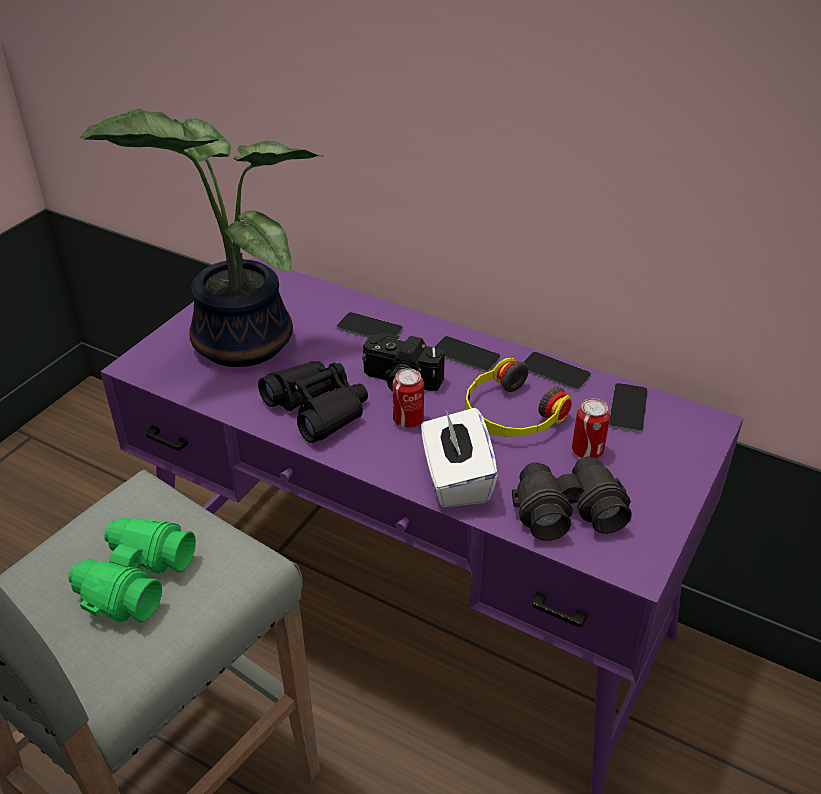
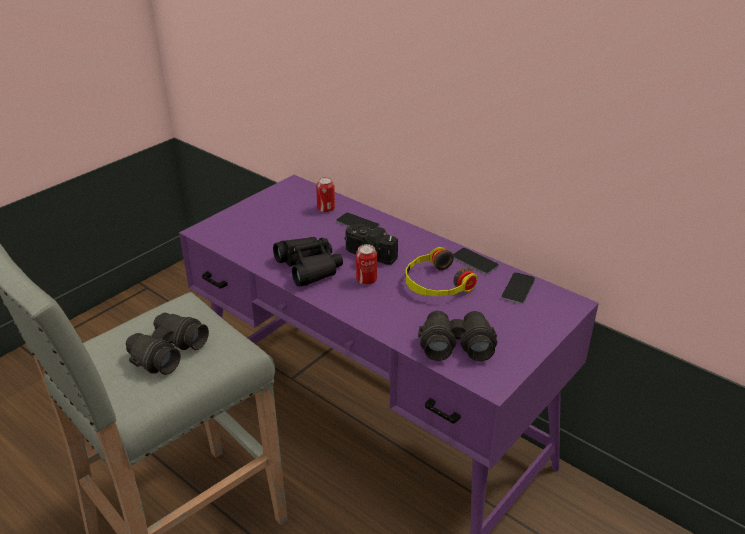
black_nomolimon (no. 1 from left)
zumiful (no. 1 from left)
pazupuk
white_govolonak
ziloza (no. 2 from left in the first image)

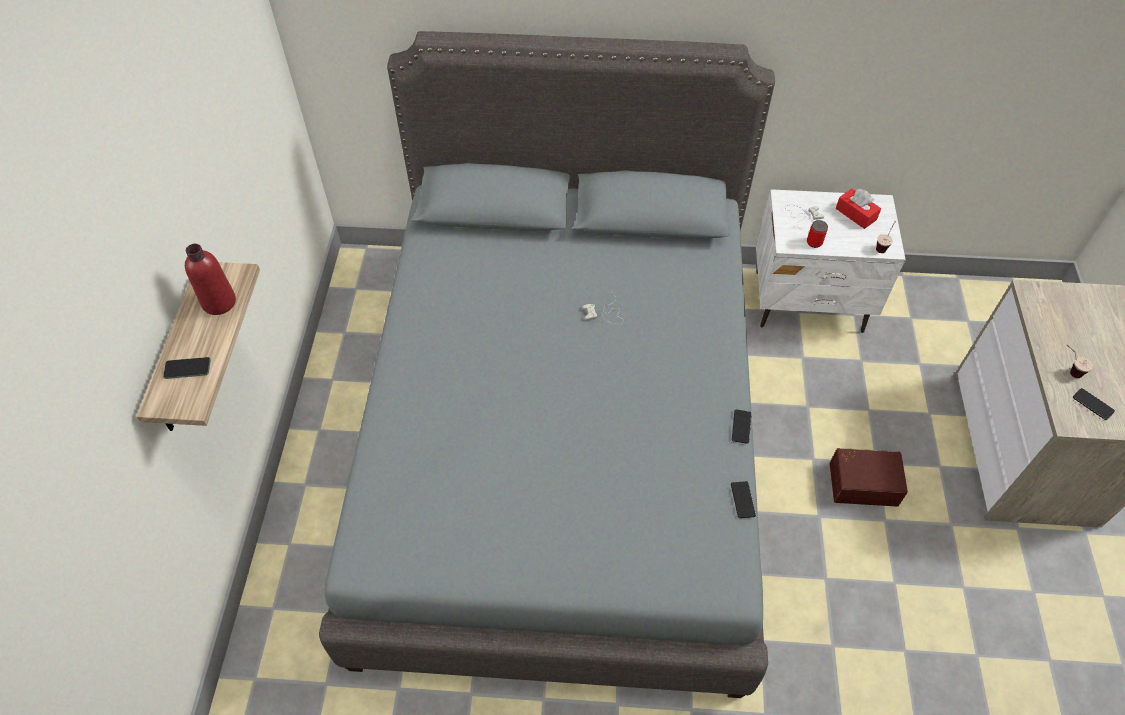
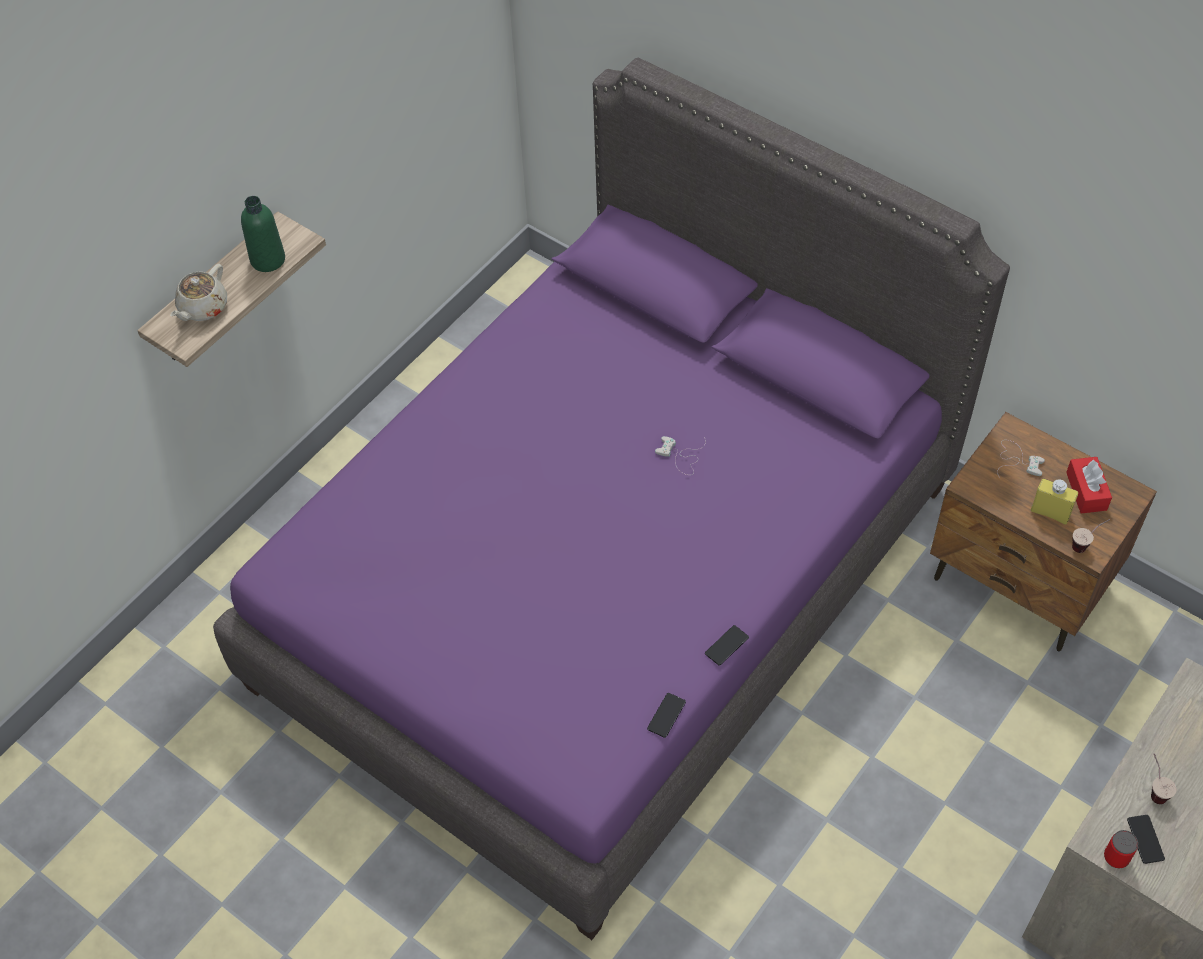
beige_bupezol
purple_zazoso
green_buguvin
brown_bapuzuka
yellow_buguvin
zumiful
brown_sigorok

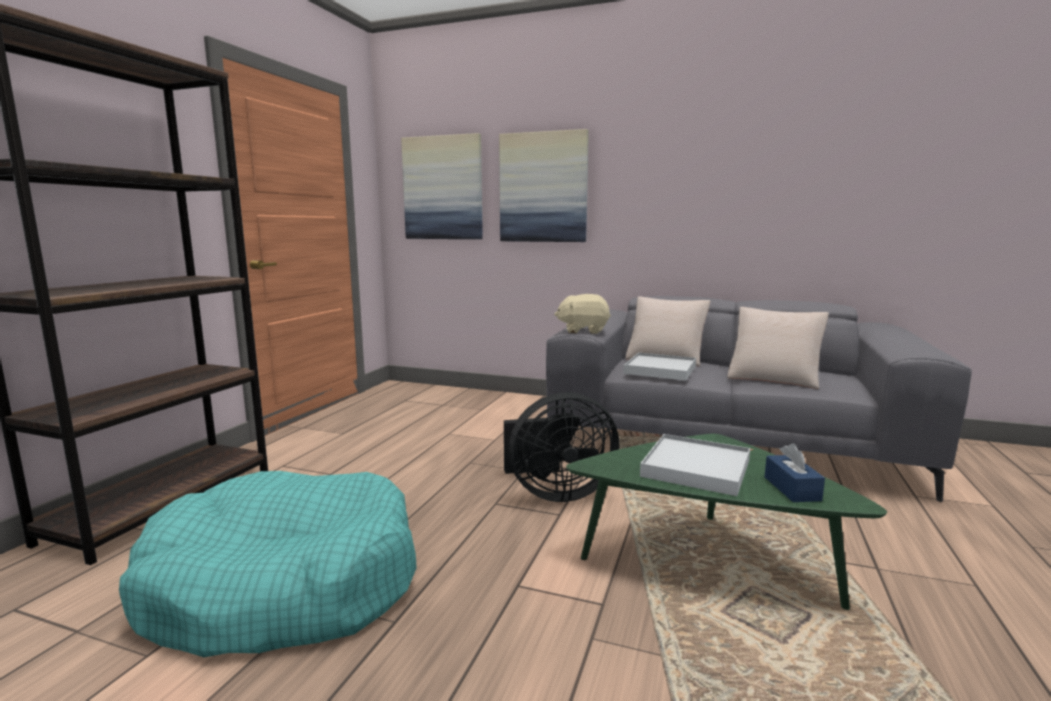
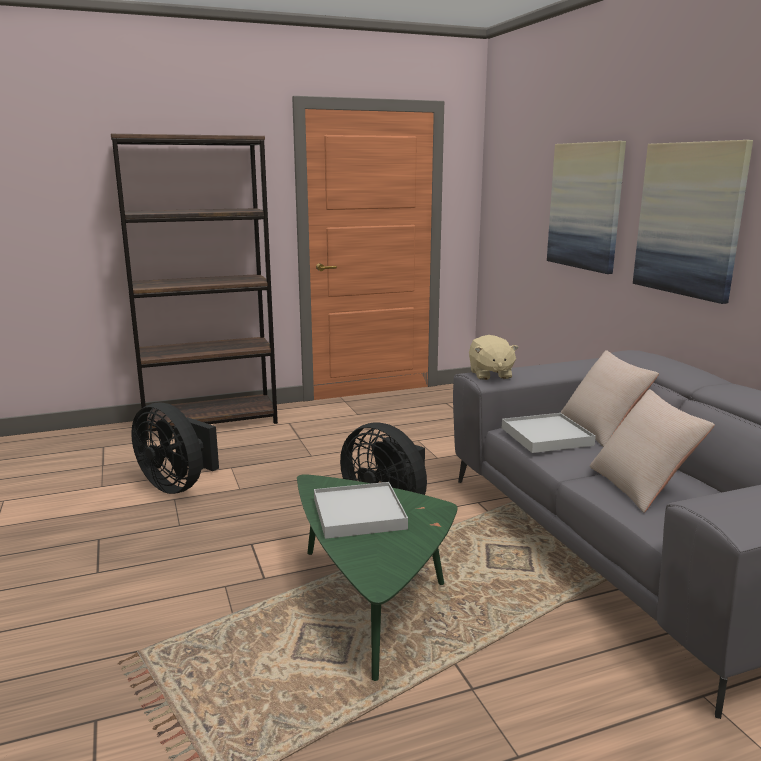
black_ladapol (no. 1 from left)
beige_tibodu
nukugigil (no. 2 from left)
blue_govolonak

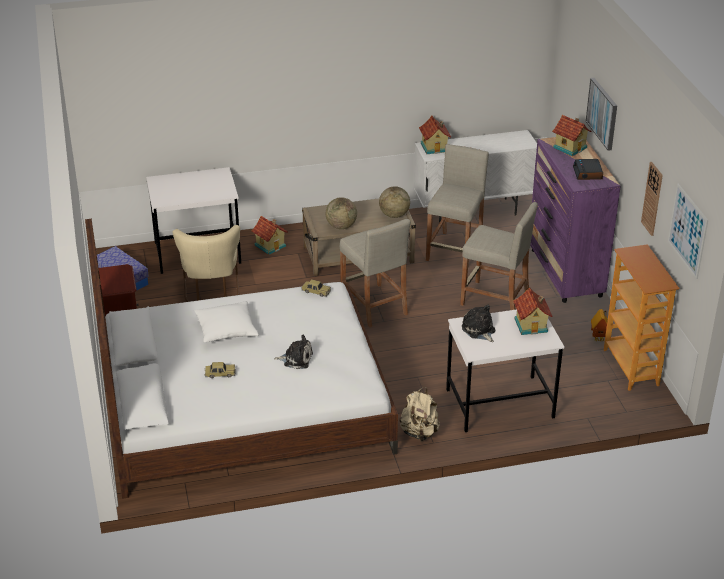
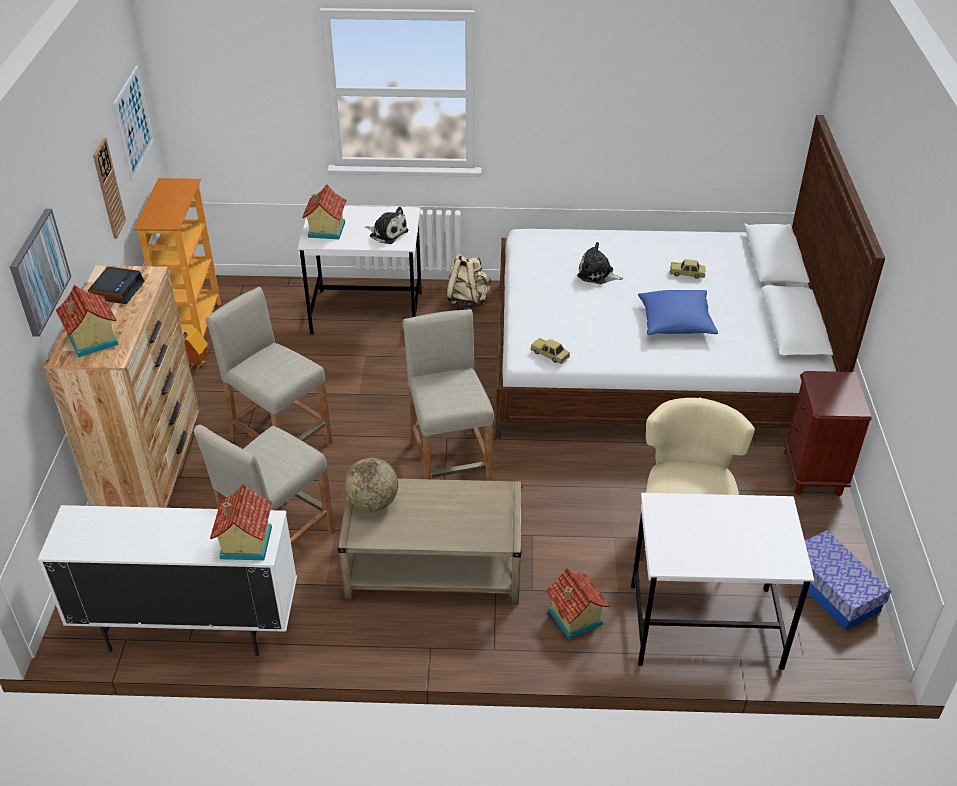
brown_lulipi
tibodu (no. 1 from left)
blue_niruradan
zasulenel (no. 1 from left in the first image)

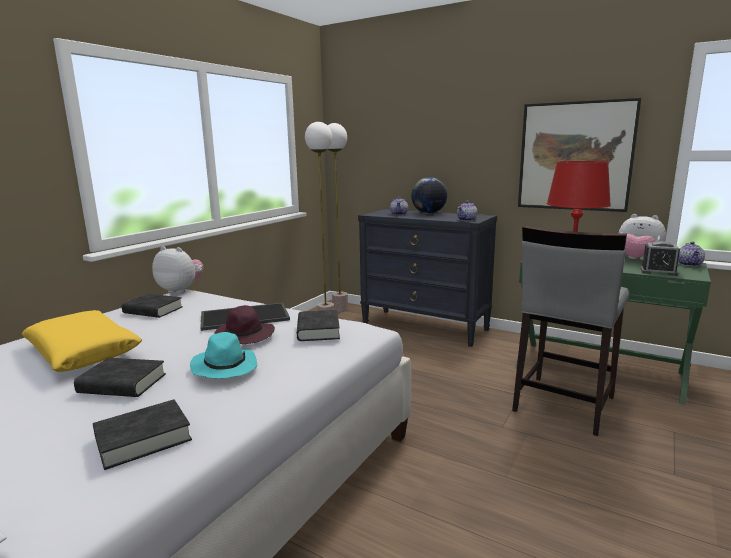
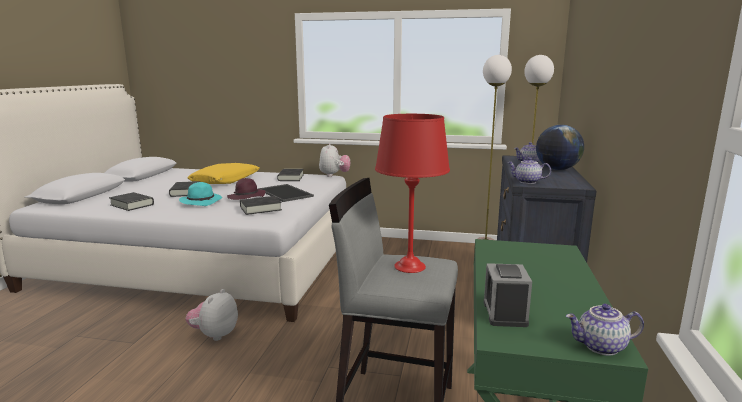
tibodu (no. 1 from left)
nukugigil

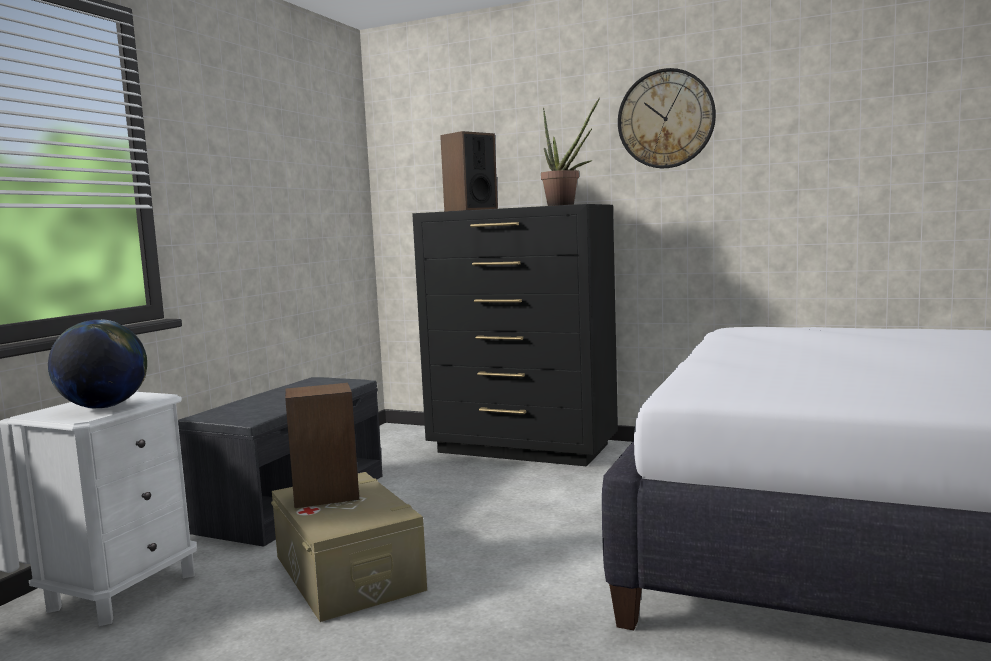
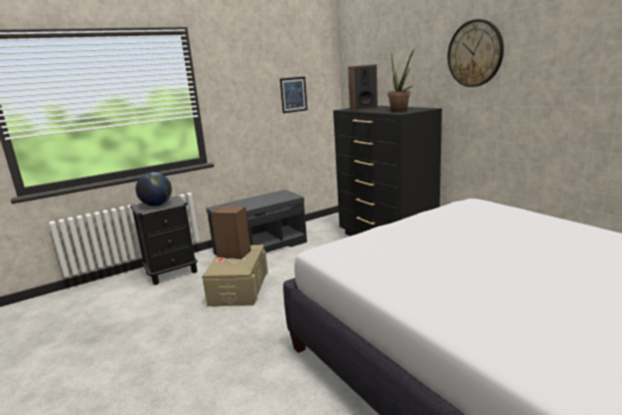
black_bapuzuka
nukugigil

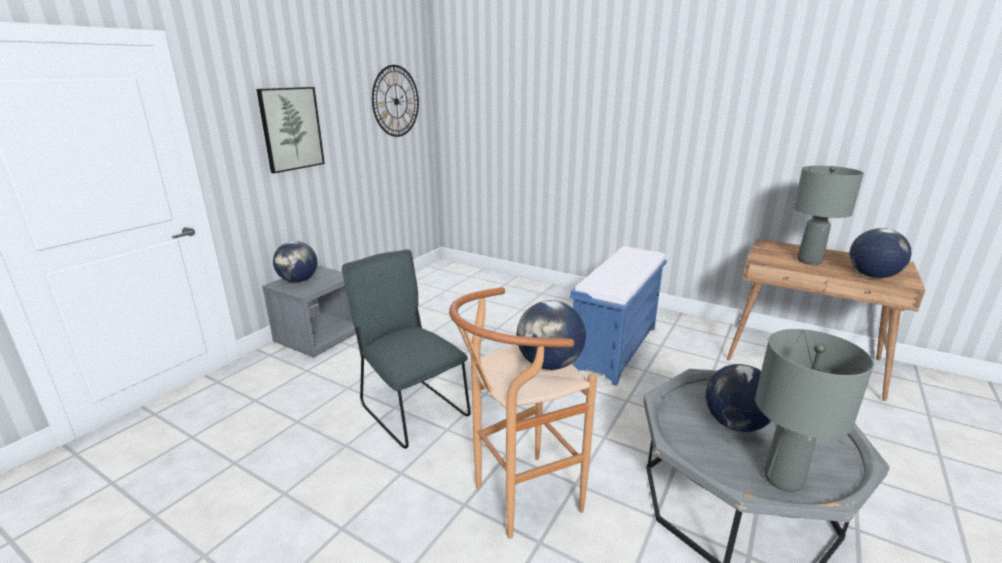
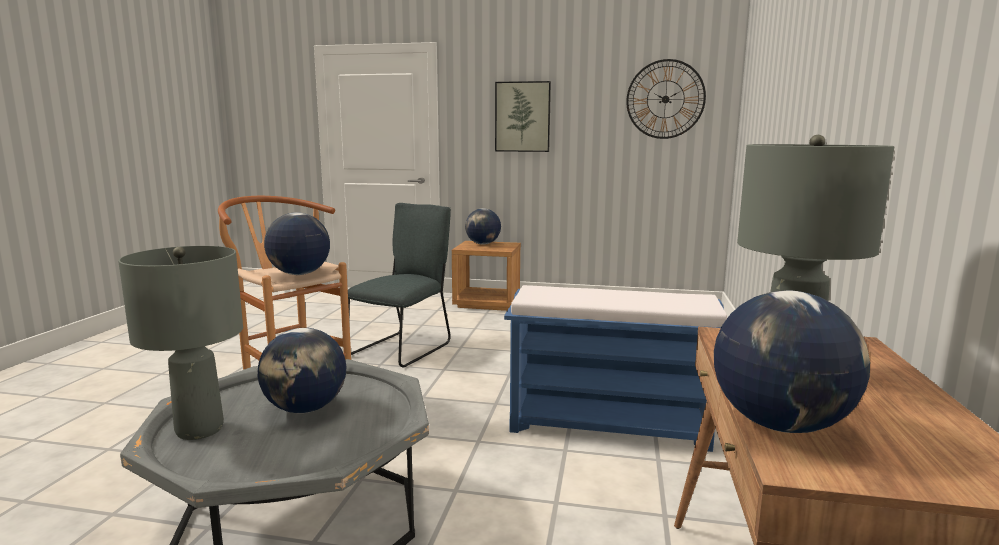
brown_bapuzuka

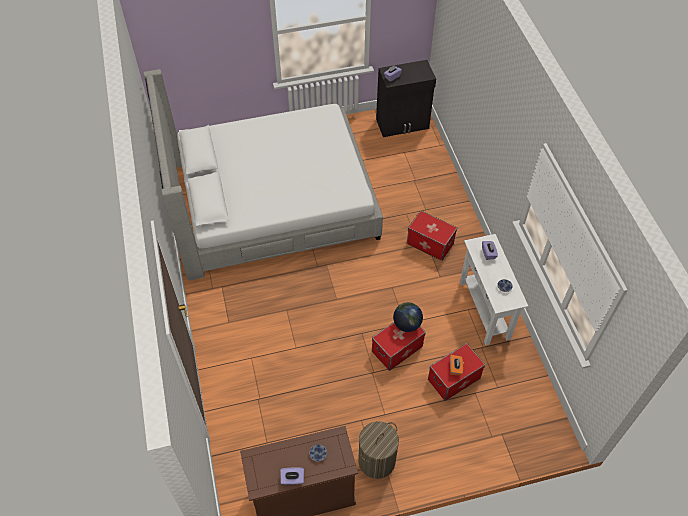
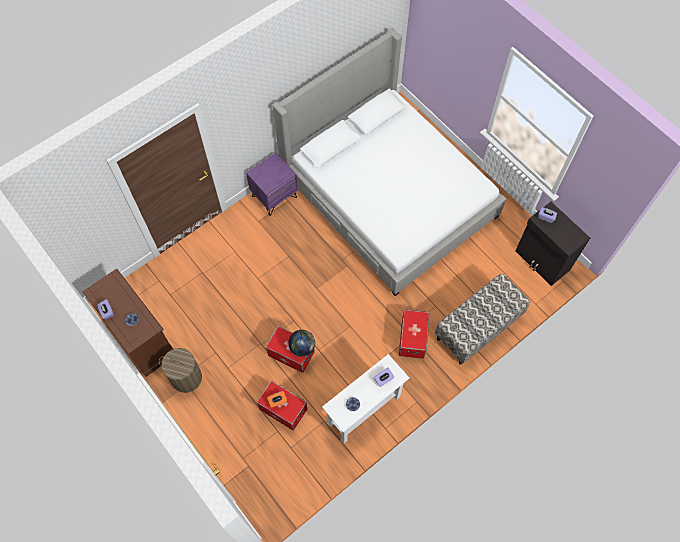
purple_bapuzuka
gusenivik

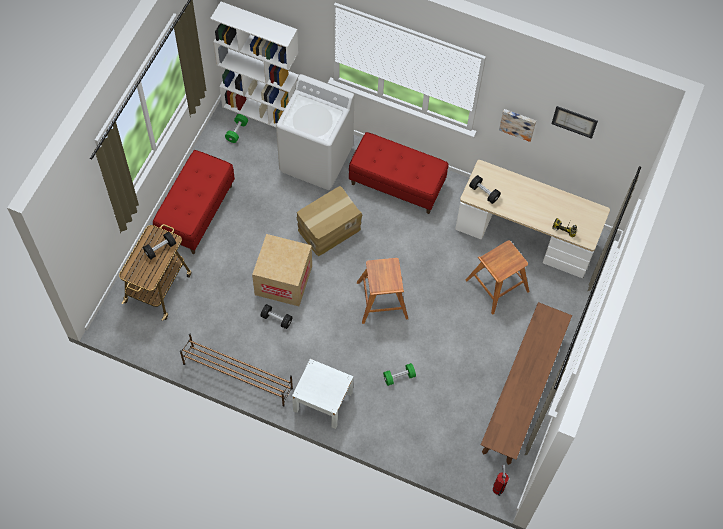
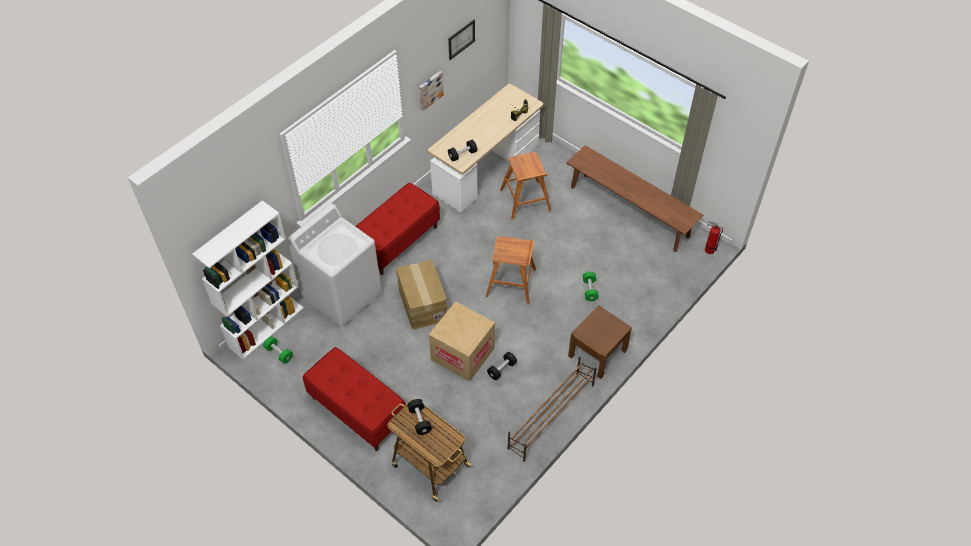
brown_bapuzuka

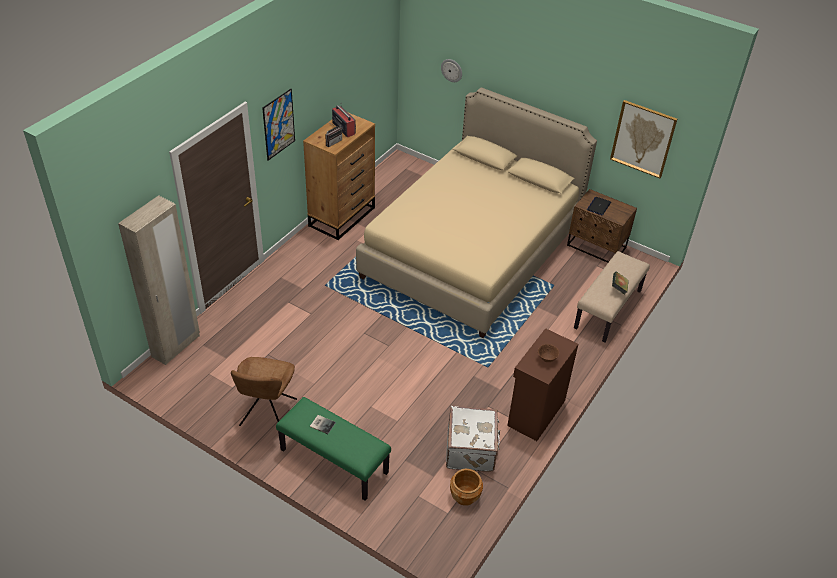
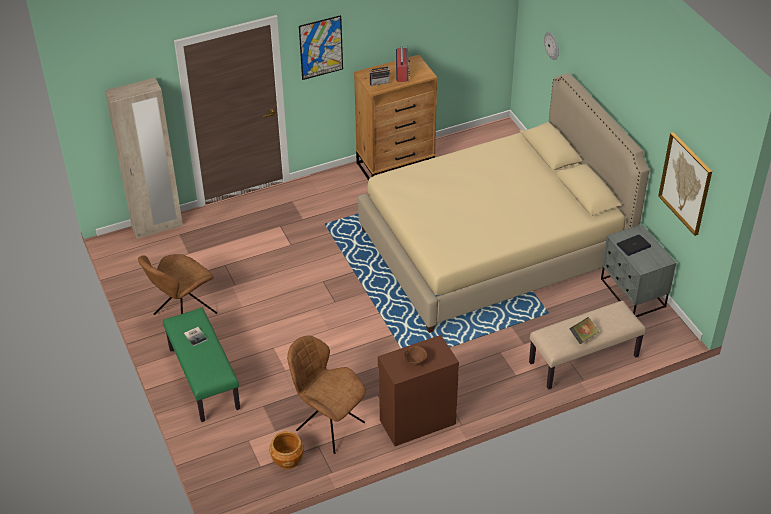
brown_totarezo (no. 2 from left)
grey_bapuzuka

